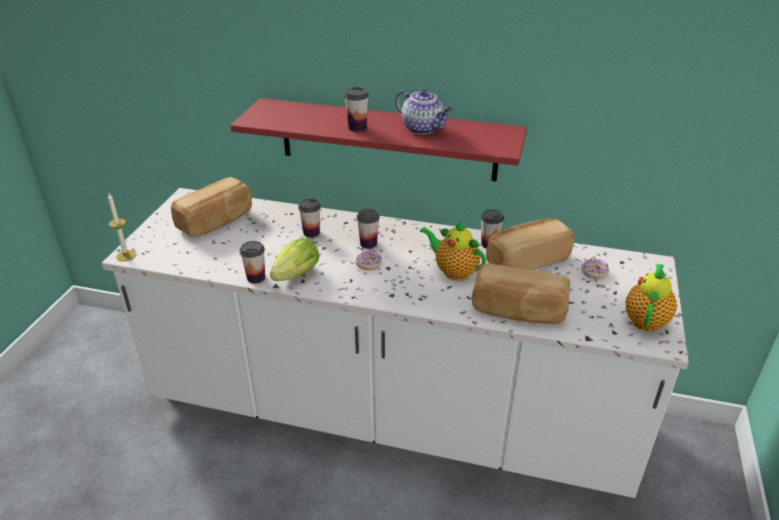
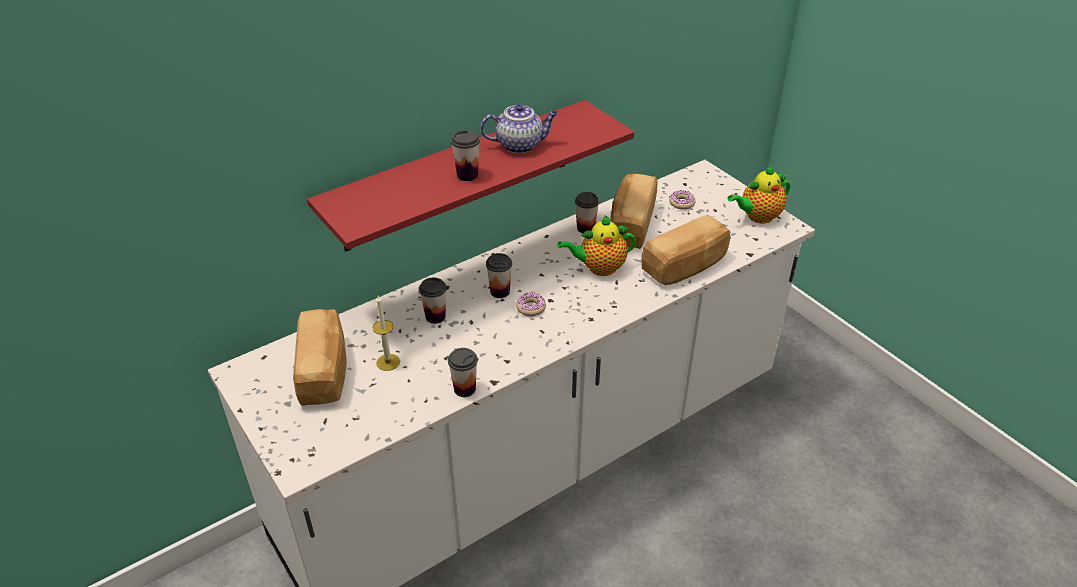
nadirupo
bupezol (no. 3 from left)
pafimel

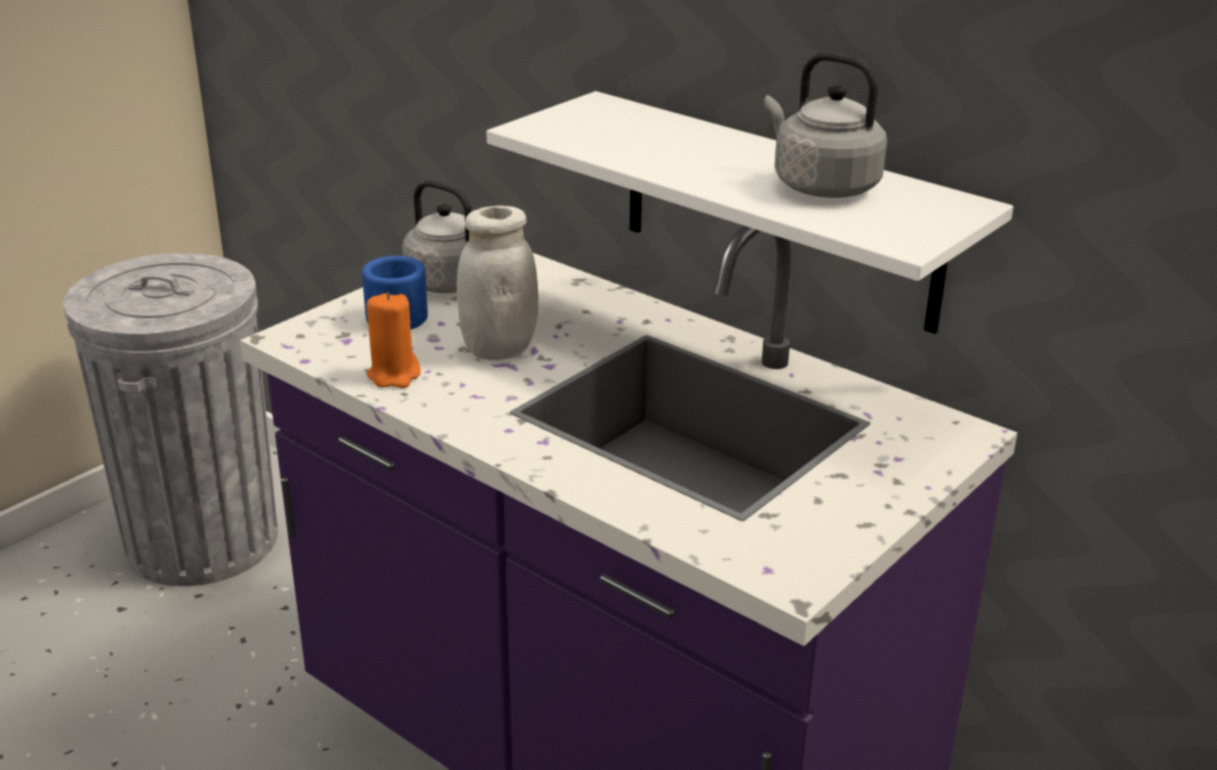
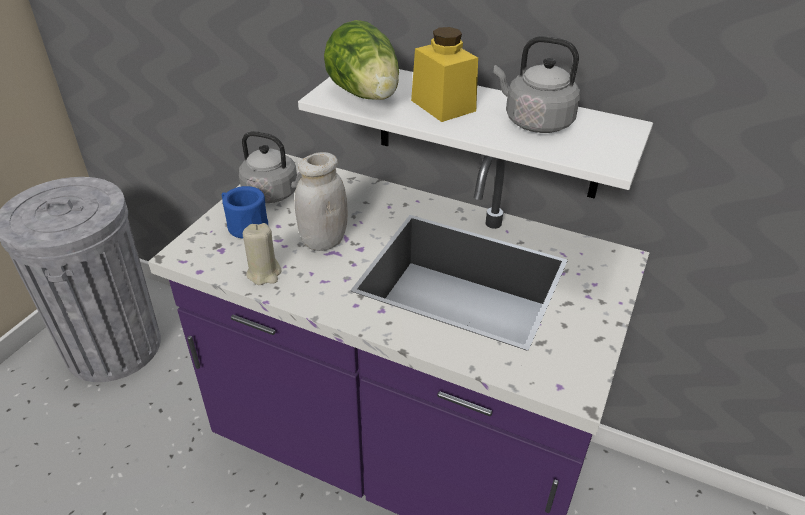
beige_nadirupo
pafimel
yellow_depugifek

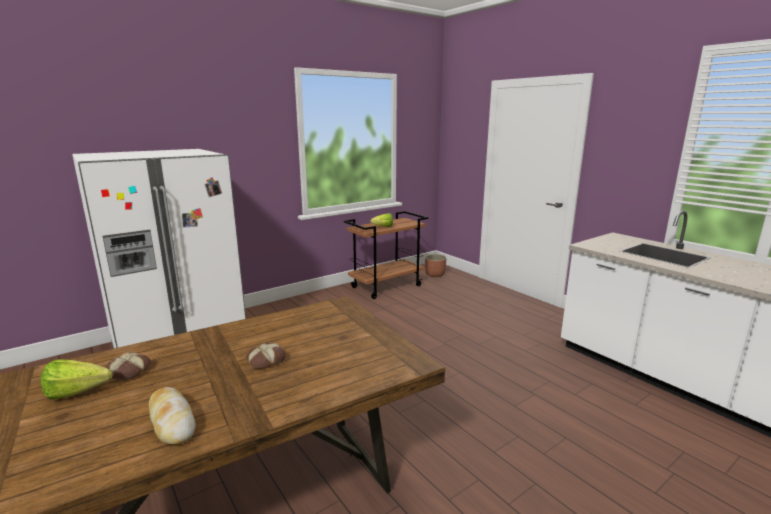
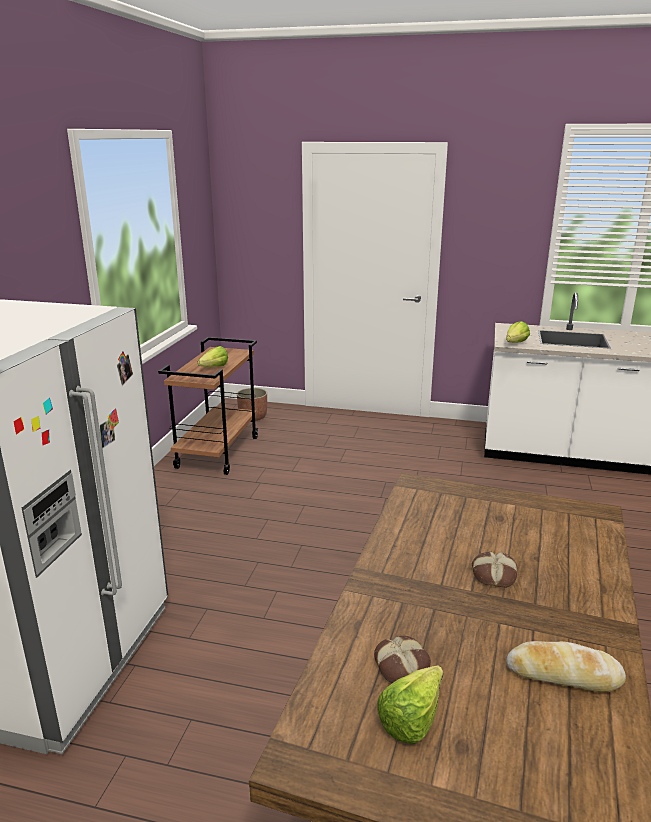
pafimel (no. 3 from left)

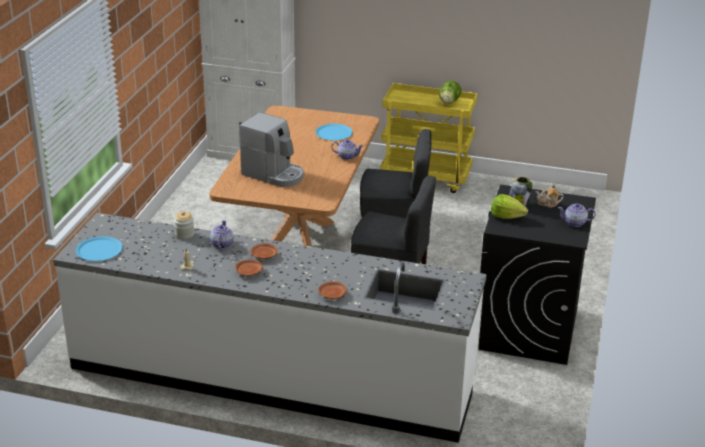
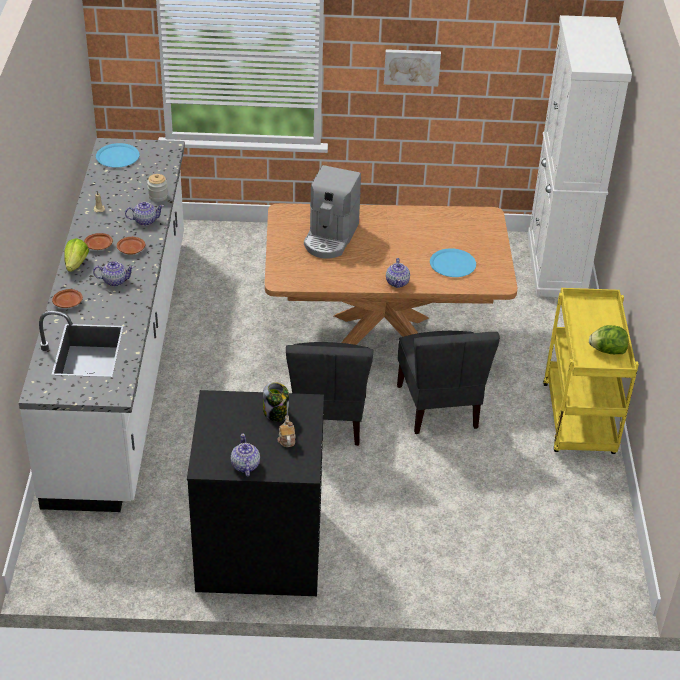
pafimel (no. 1 from left)
bupezol (no. 1 from left)
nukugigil

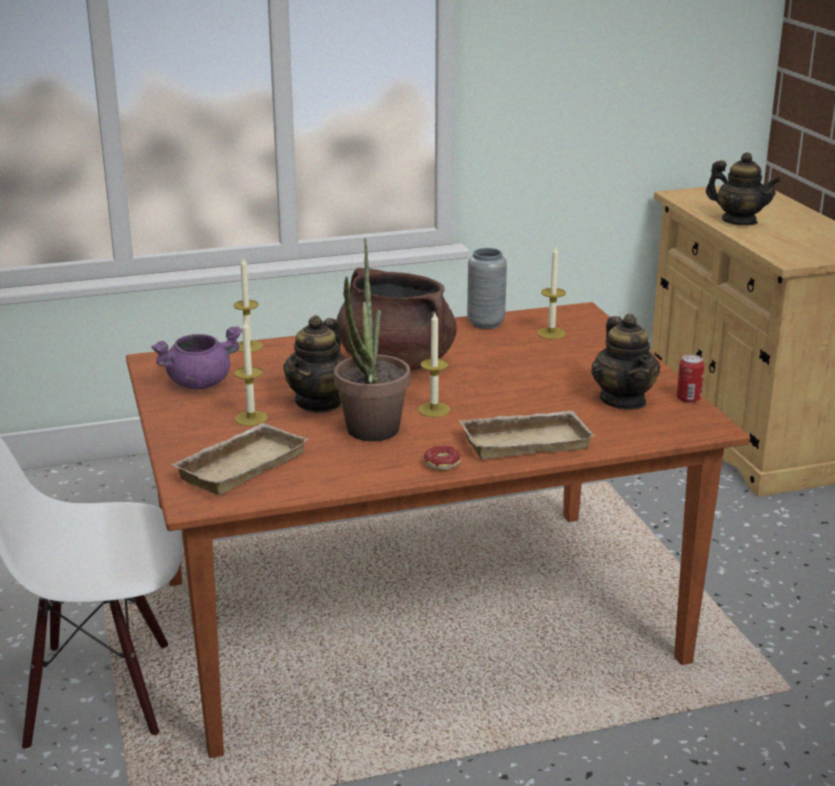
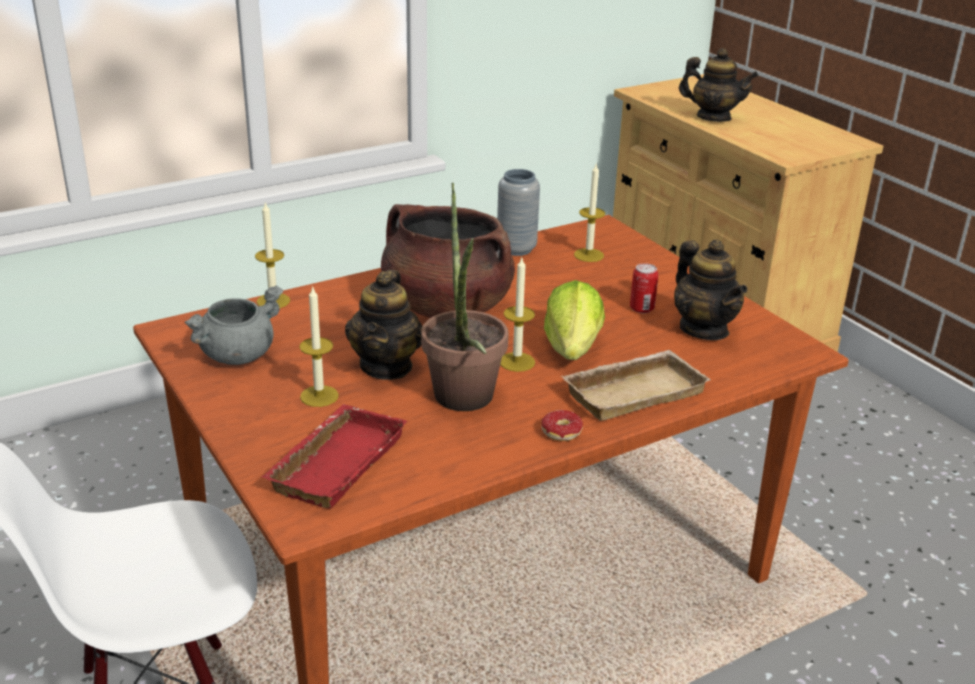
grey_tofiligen
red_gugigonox
pafimel
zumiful

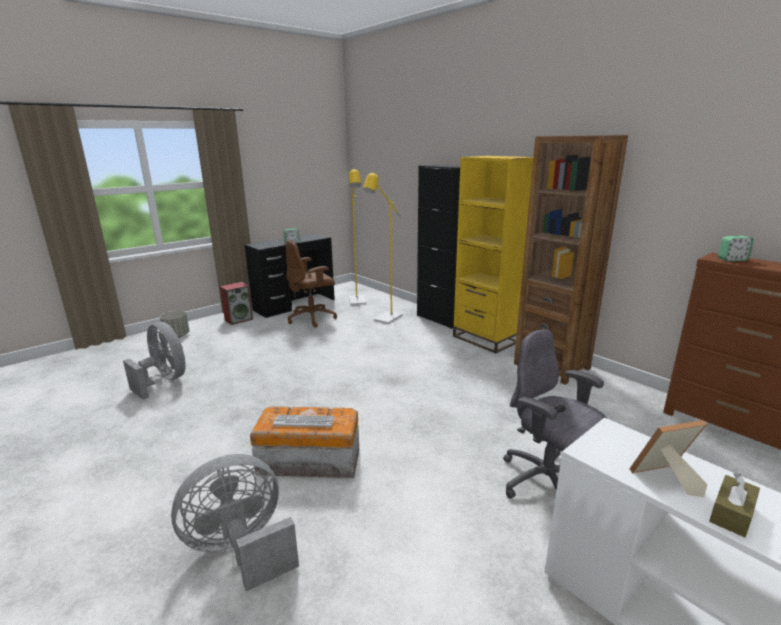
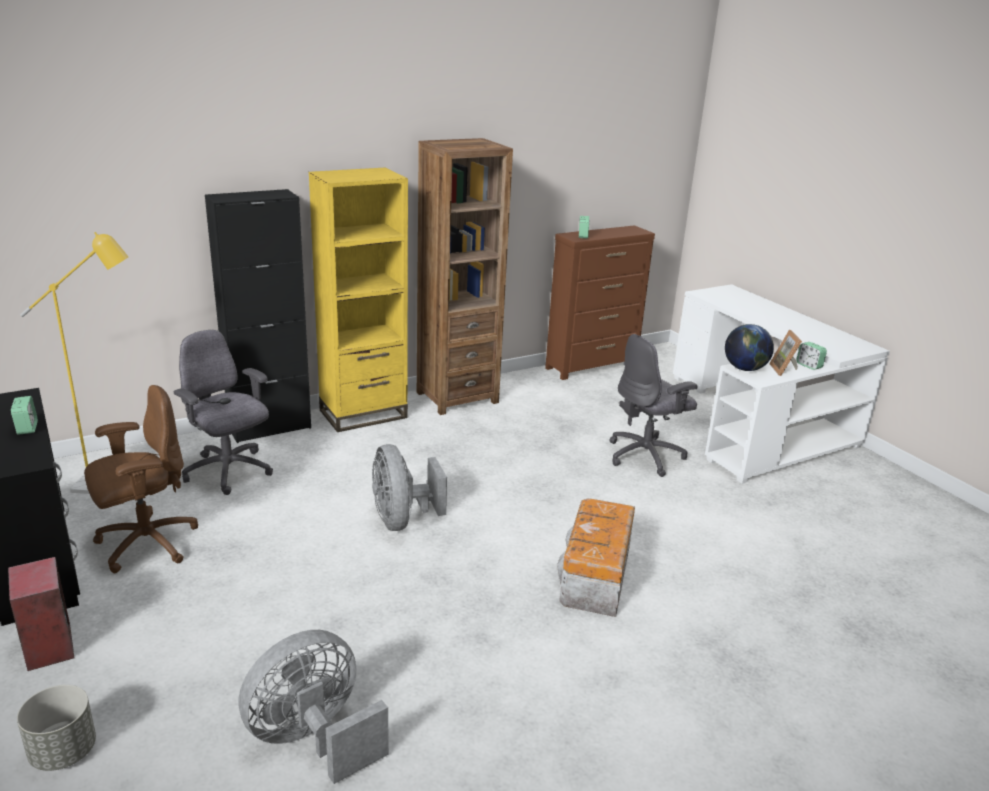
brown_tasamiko
grey_tasamiko (no. 1 from left)
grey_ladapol (no. 2 from left)
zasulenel
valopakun (no. 3 from left)
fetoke

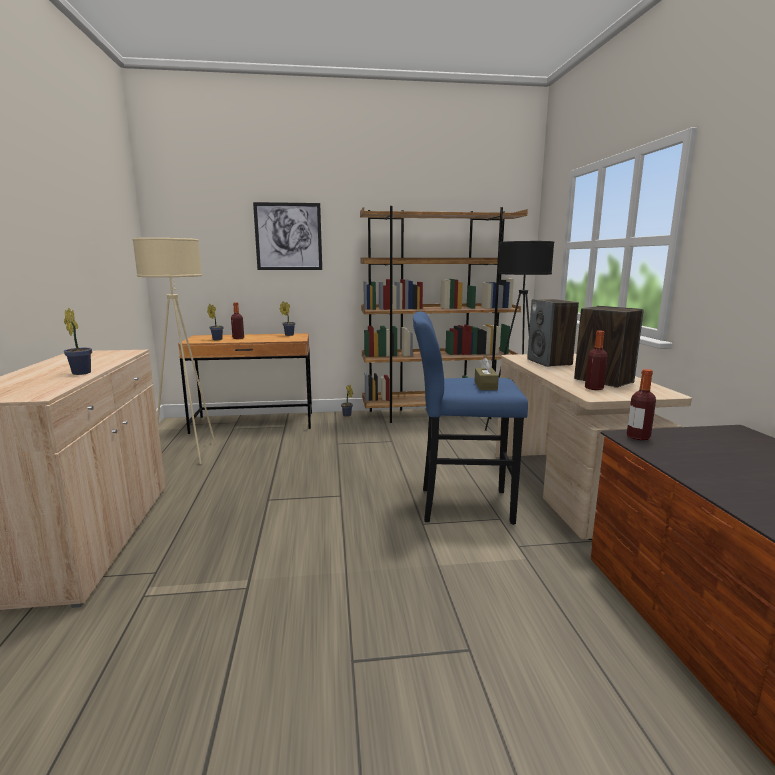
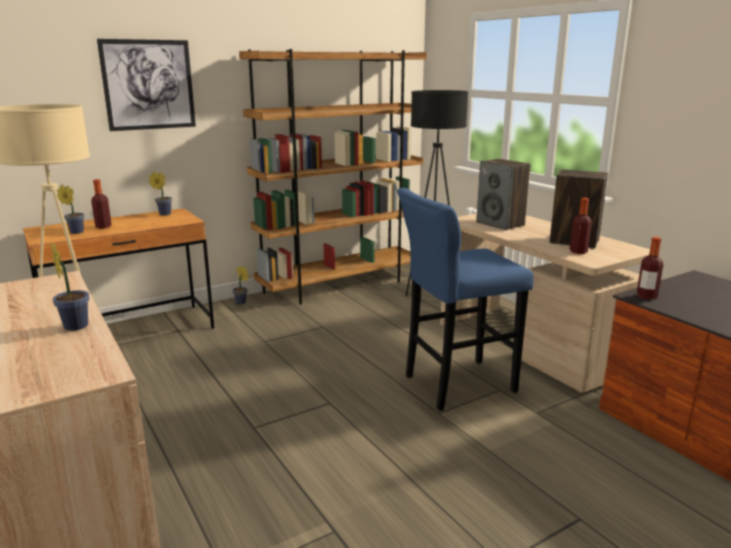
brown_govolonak

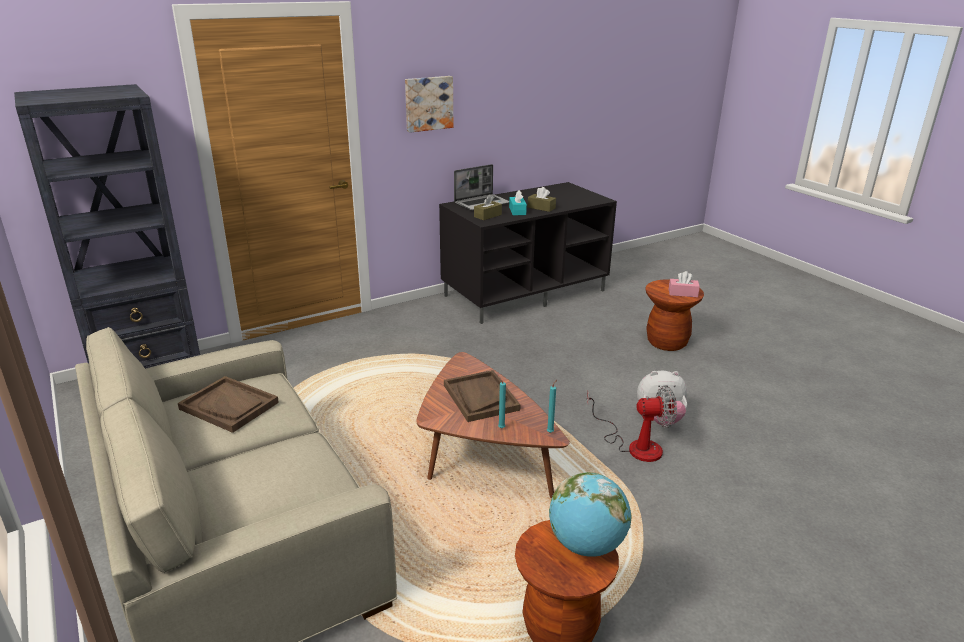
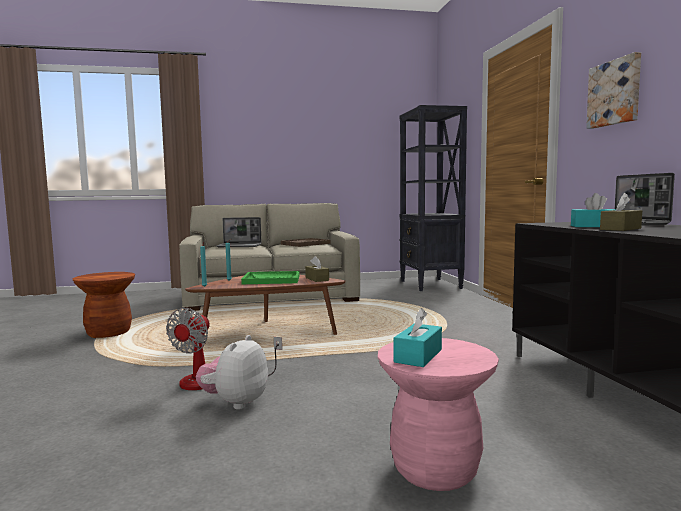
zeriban (no. 1 from left)
green_gugigonox
brown_govolonak (no. 1 from left)
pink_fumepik
turquoise_govolonak (no. 1 from left)
zasulenel

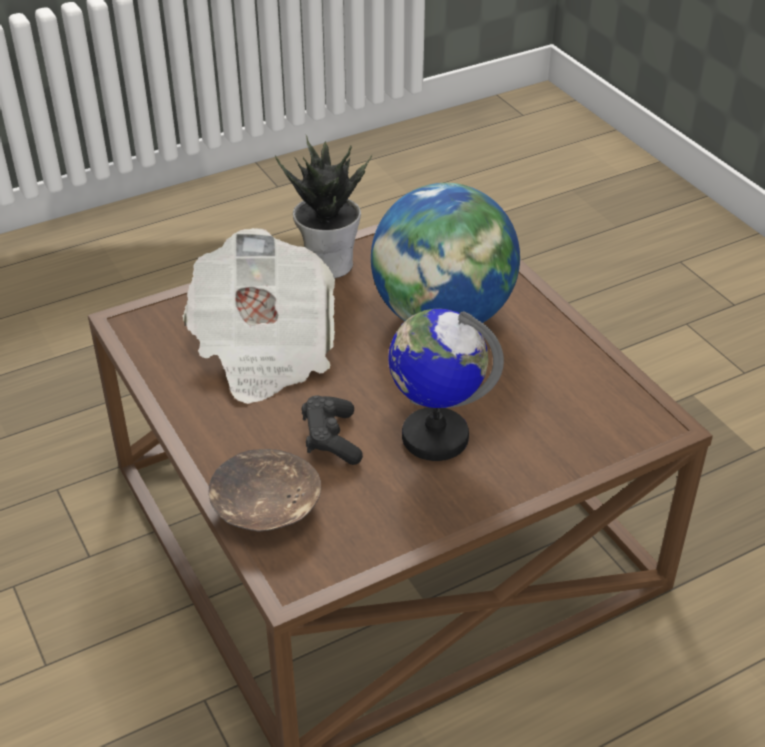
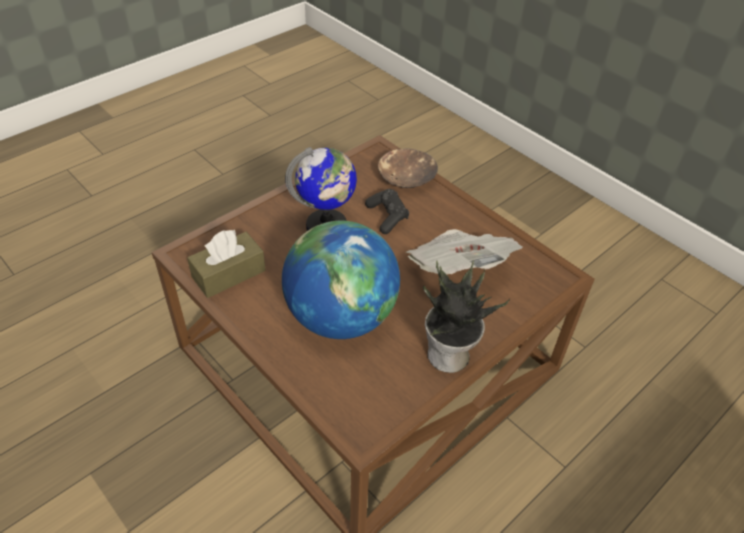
brown_govolonak

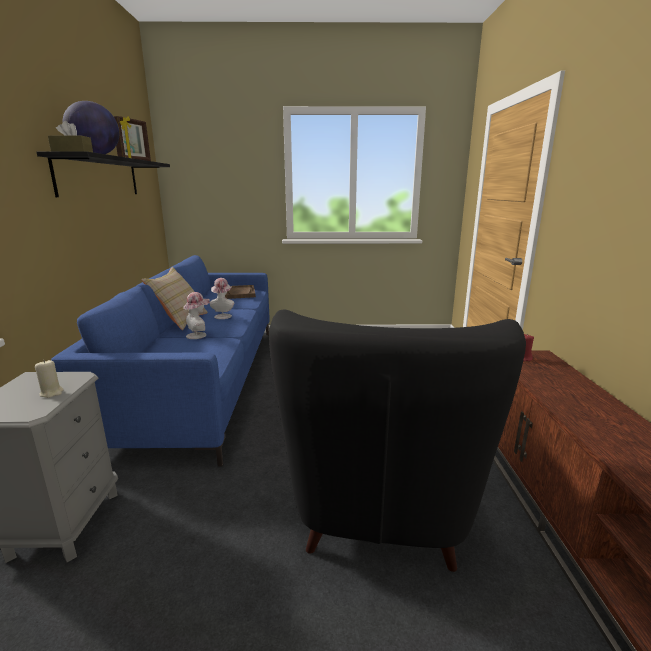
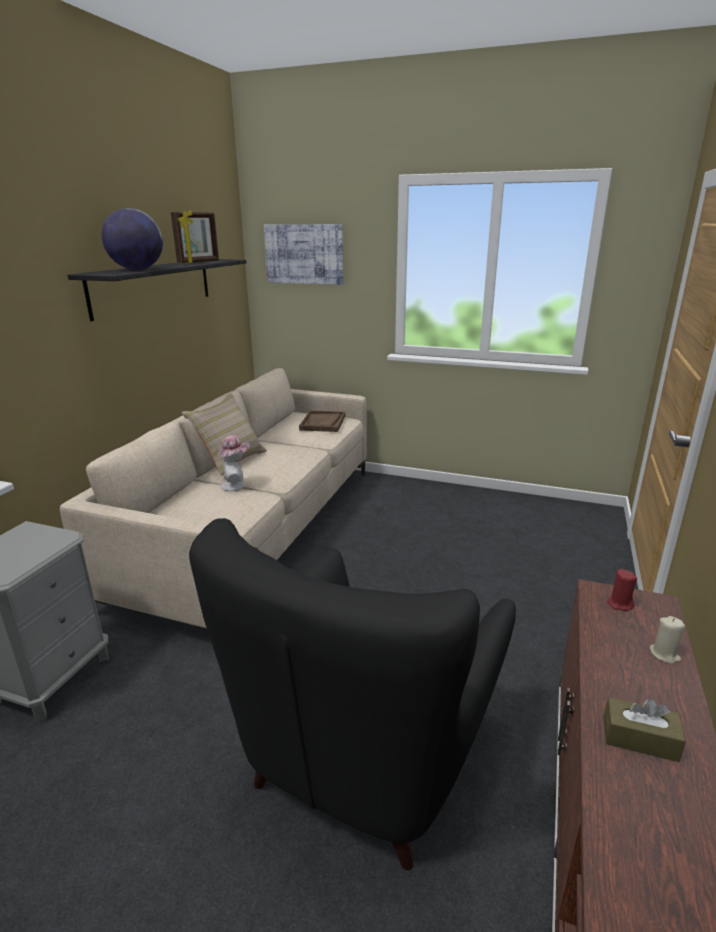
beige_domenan
nukugigil
brown_govolonak
beige_nadirupo
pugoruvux (no. 2 from left in the first image)

